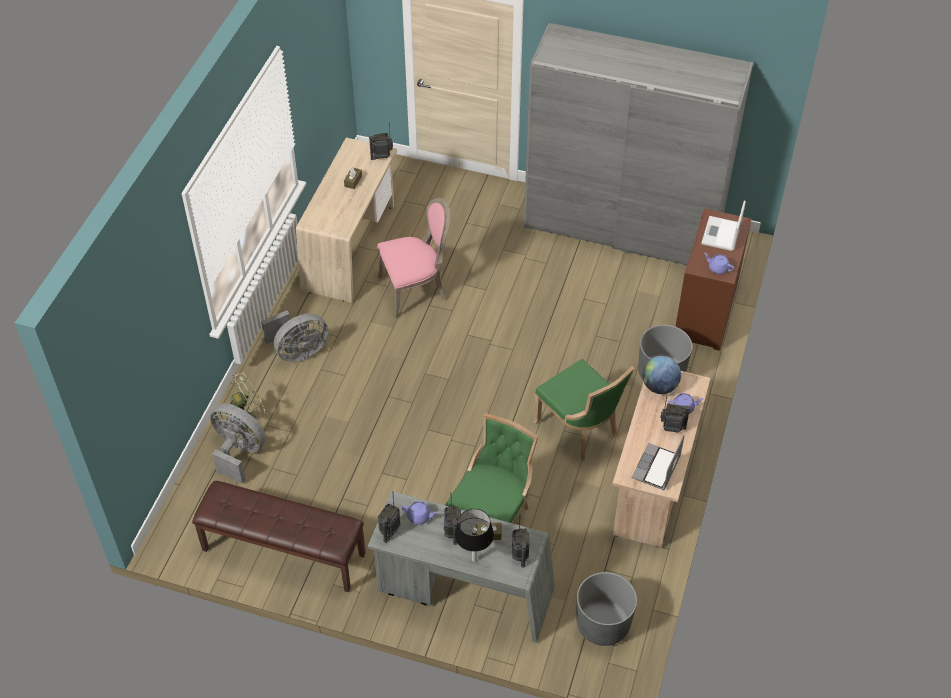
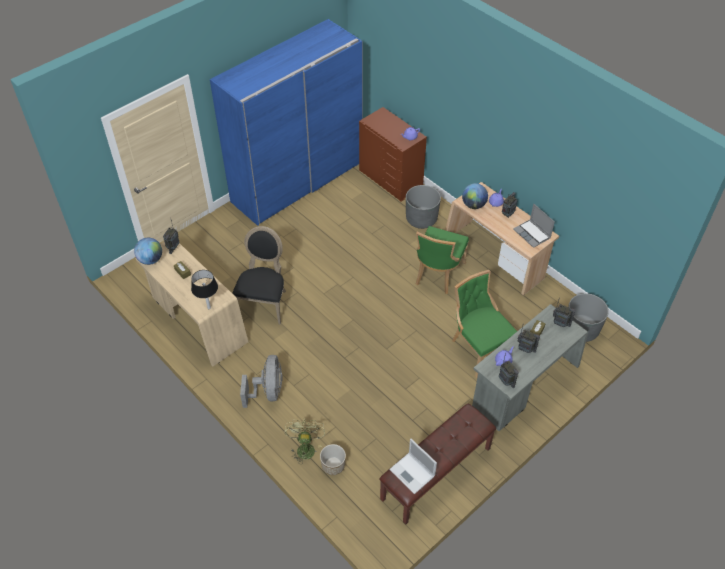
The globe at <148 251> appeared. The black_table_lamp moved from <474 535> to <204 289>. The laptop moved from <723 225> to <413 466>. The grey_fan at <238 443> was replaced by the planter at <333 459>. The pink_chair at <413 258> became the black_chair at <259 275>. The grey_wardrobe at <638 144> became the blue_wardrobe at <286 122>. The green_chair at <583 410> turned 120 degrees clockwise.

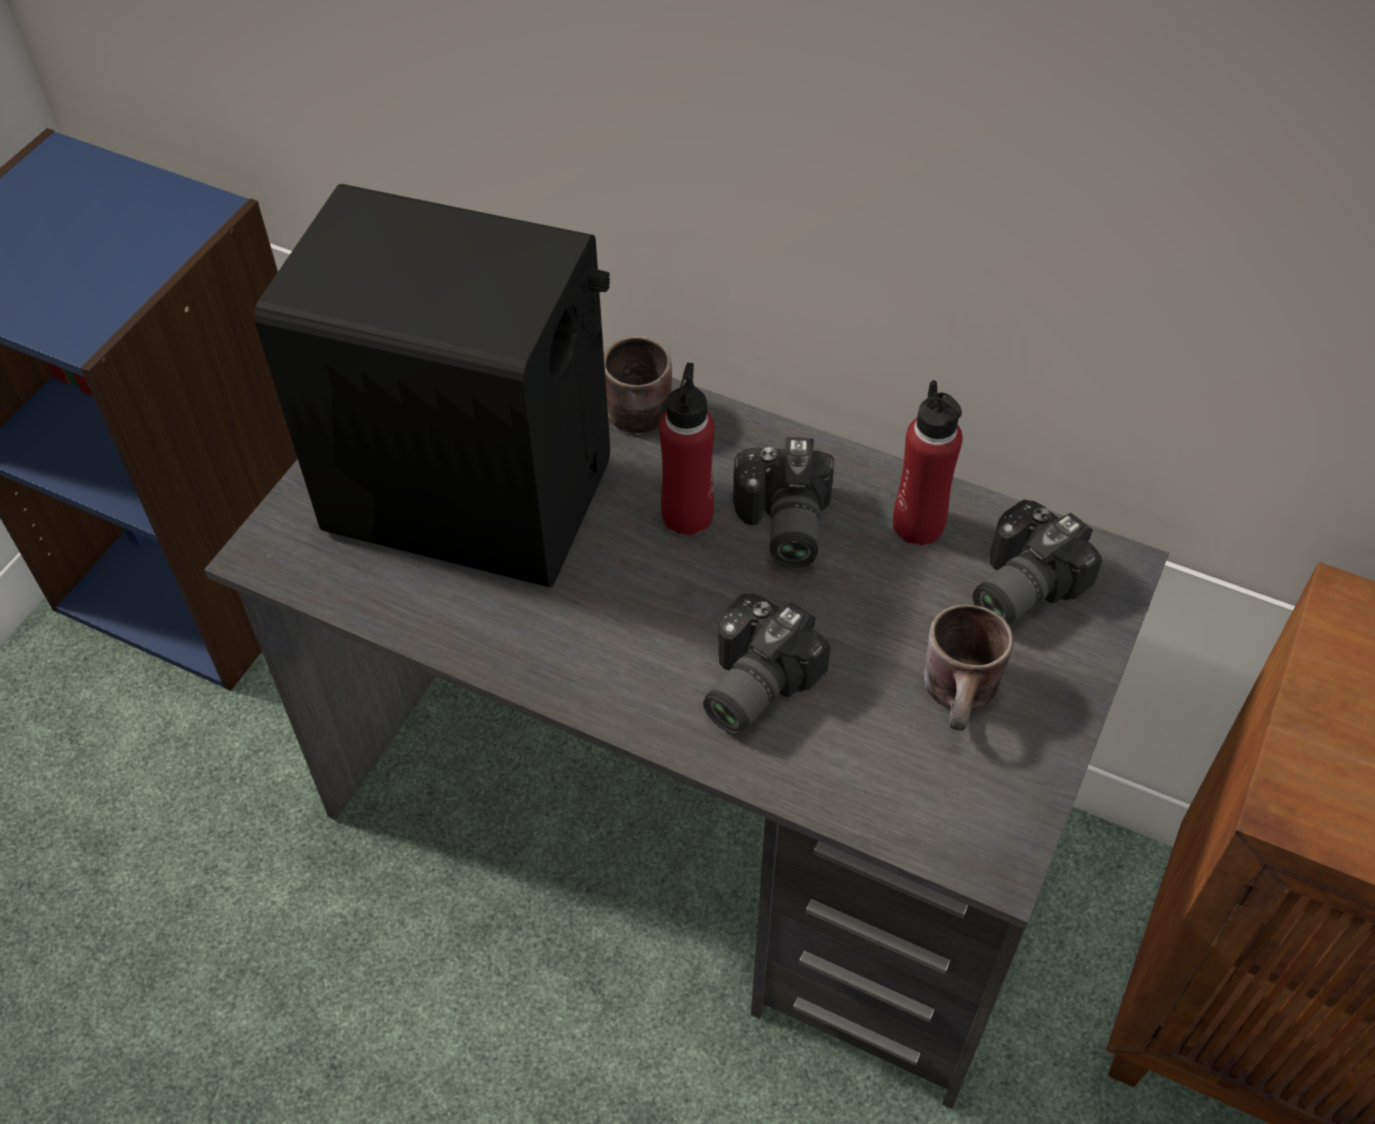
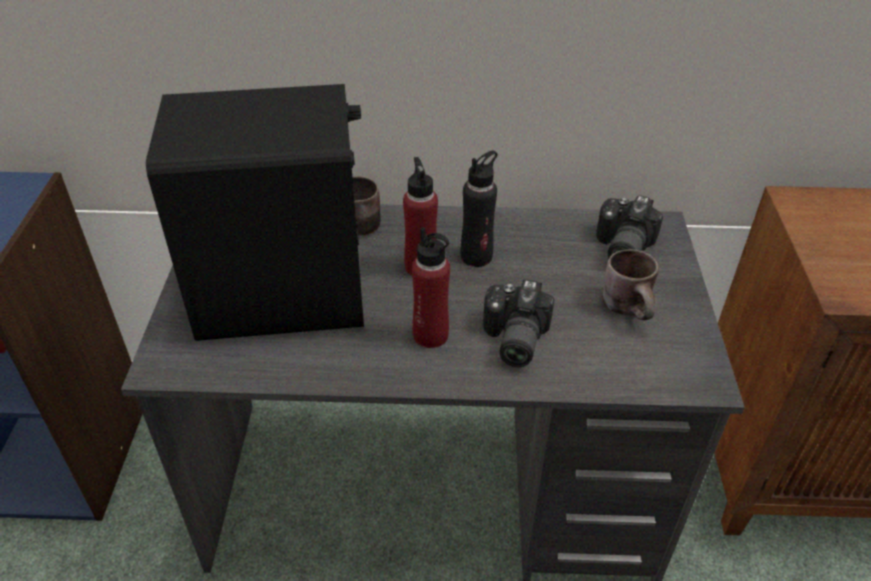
The red_bottle moved from <928 462> to <431 287>. The photo_camera at <783 502> was replaced by the black_bottle at <479 209>.

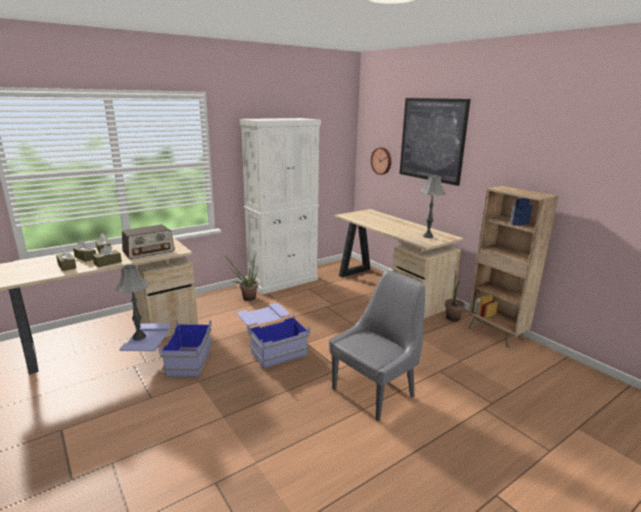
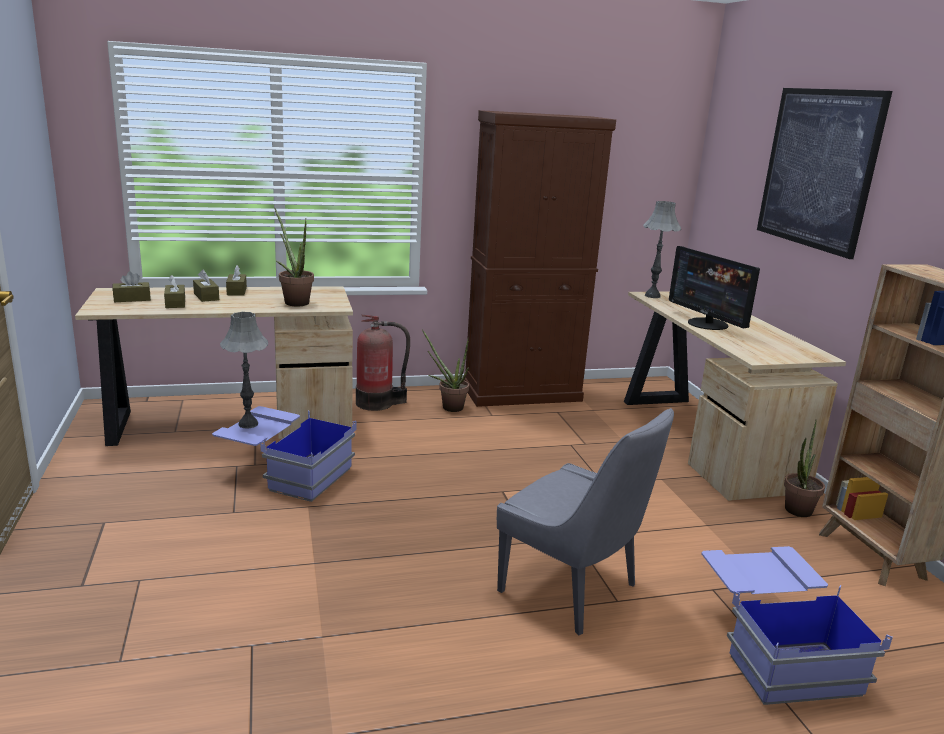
The wall_clock at <381 161> disappeared. The fire_extinguisher at <383 363> appeared. The monitor at <714 288> appeared. The brown_tissue_box moved from <107 256> to <132 286>. The blue_storage_box moved from <273 336> to <797 625>. The grey_table_lamp moved from <433 207> to <662 249>. The radio at <148 241> was replaced by the potted_plant at <294 257>. The white_cabinet at <280 206> became the brown_cabinet at <540 258>. The grey_chair at <377 346> turned 60 degrees clockwise.

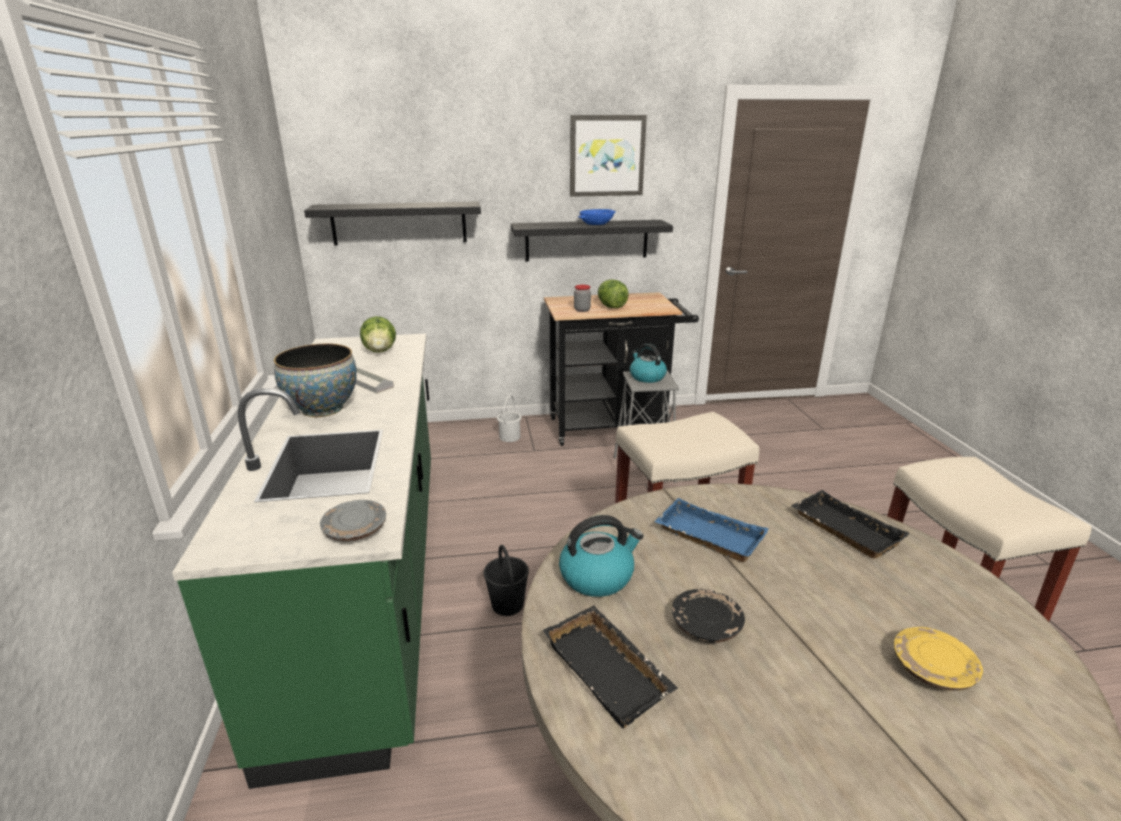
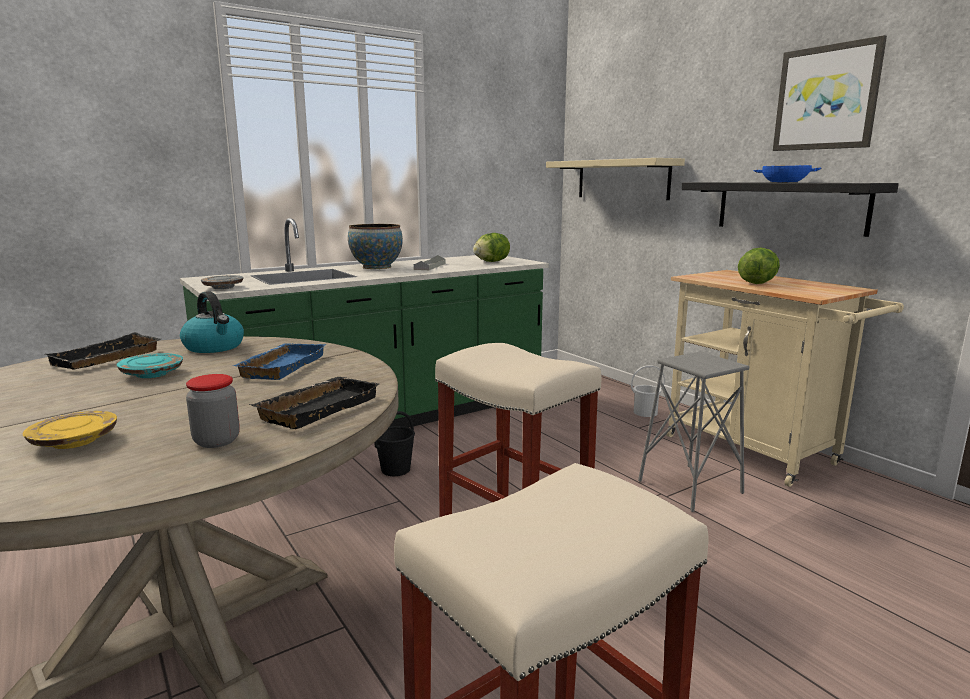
The kettle at <648 363> disappeared. The jar moved from <582 298> to <213 411>. The black_shelf at <392 224> became the beige_shelf at <615 179>. The black_cart at <621 369> became the beige_cart at <785 378>. The black_plate at <708 616> became the turquoise_plate at <150 365>.

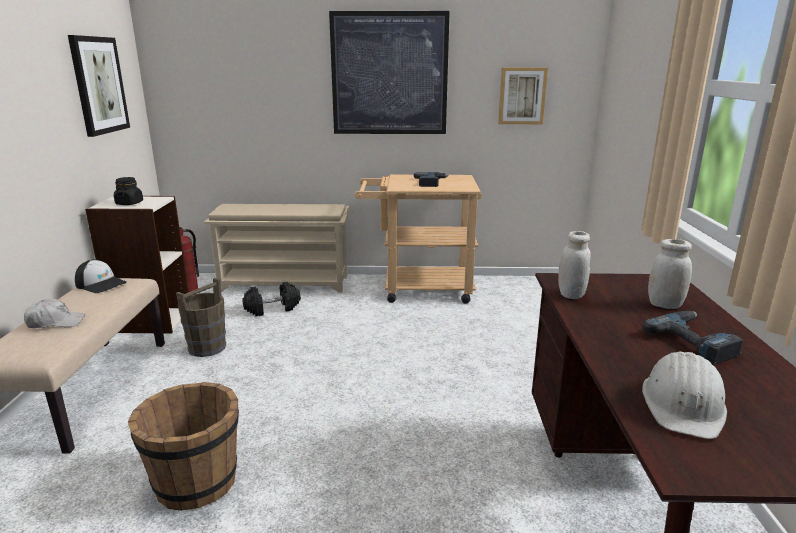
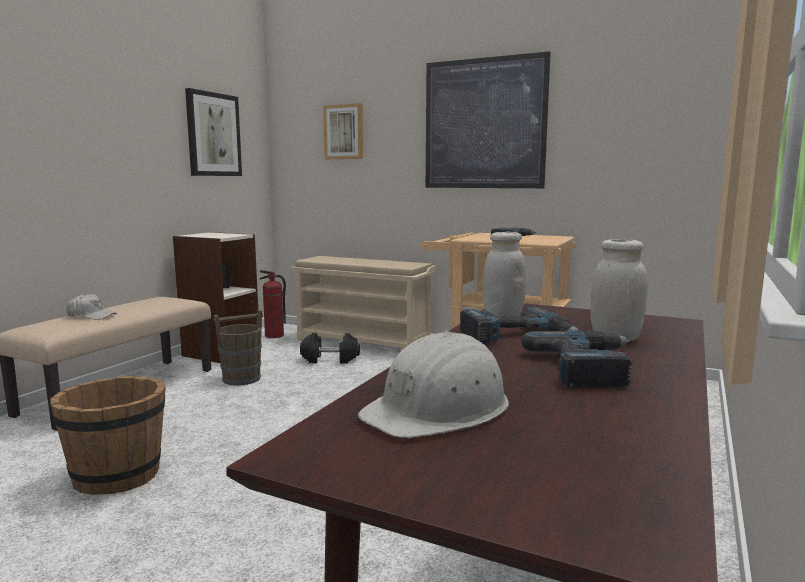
The cap at <101 276> disappeared. The black_jar at <128 191> disappeared. The power_drill at <519 325> appeared. The picture moved from <523 96> to <343 131>.

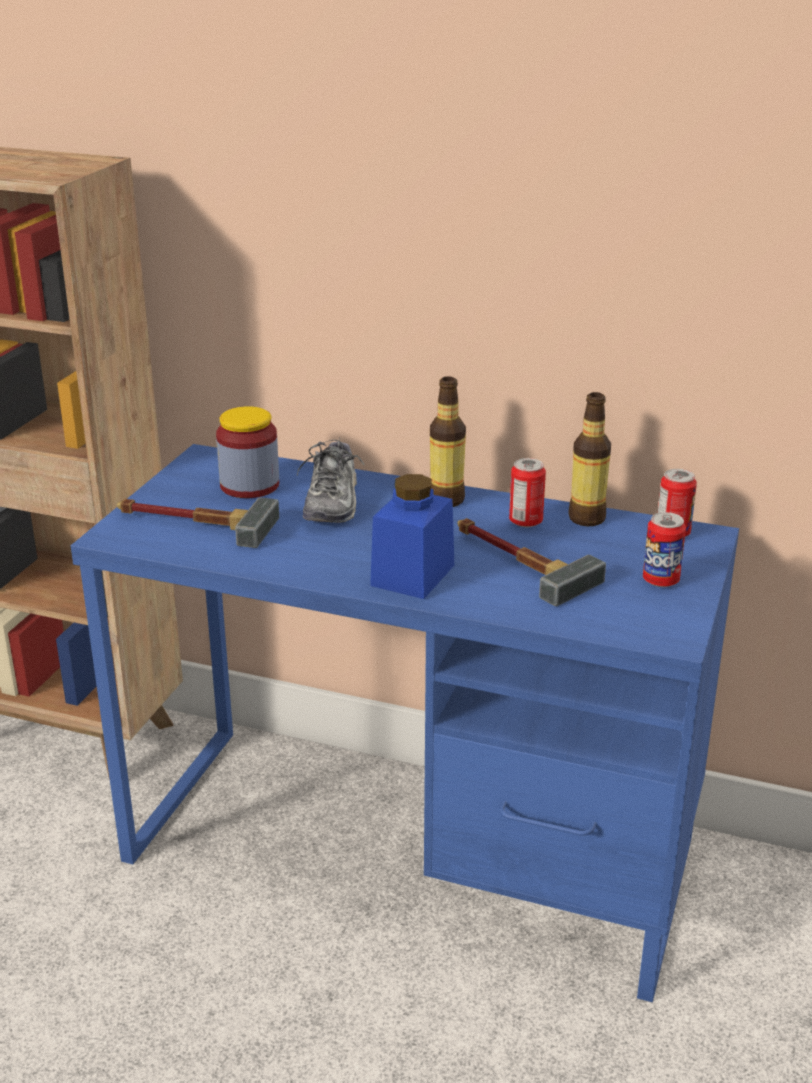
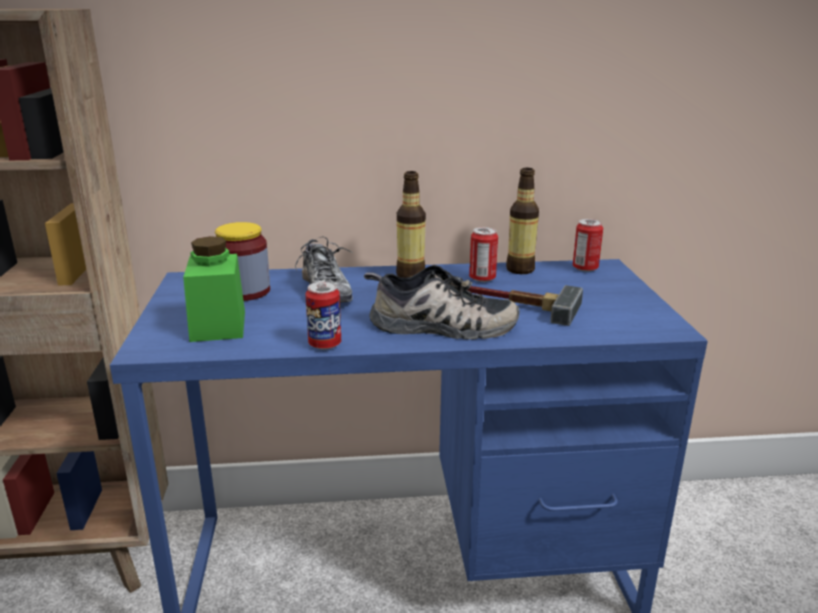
The can moved from <664 549> to <323 316>. The hammer at <198 522> was replaced by the green_jar at <214 289>. The blue_jar at <412 536> was replaced by the shoe at <442 302>.

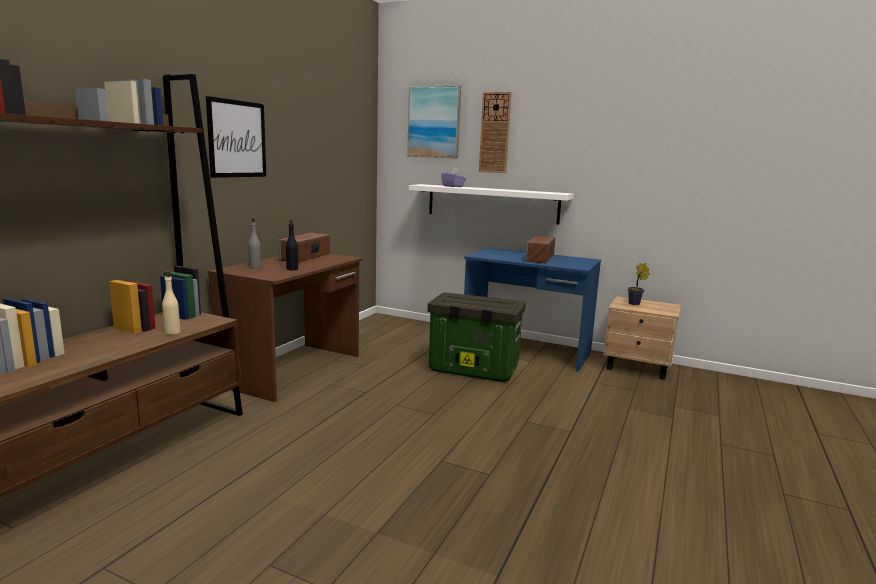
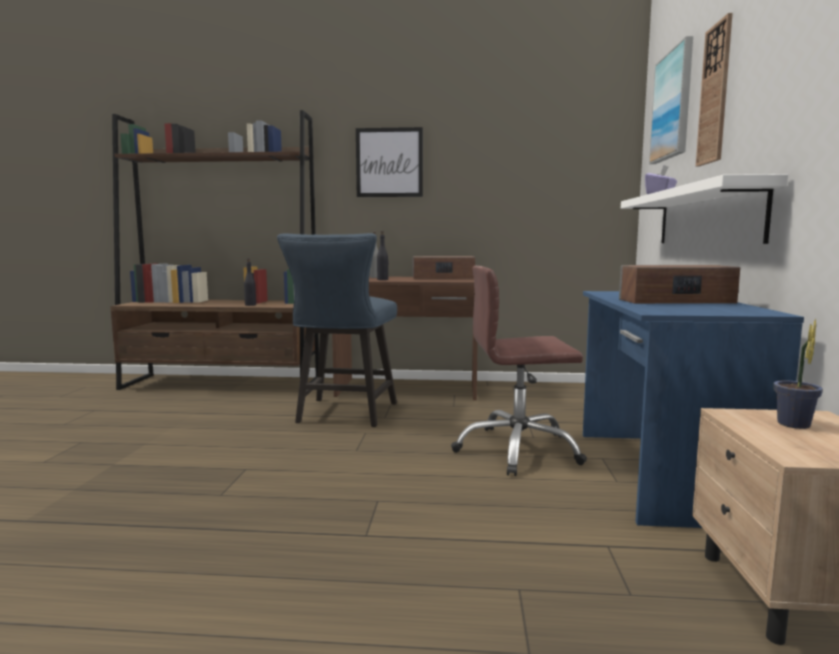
The blue_chair at <337 330> appeared. The storage_box at <477 337> was replaced by the brown_office_chair at <519 371>. The beige_bottle at <171 303> became the black_bottle at <250 282>.

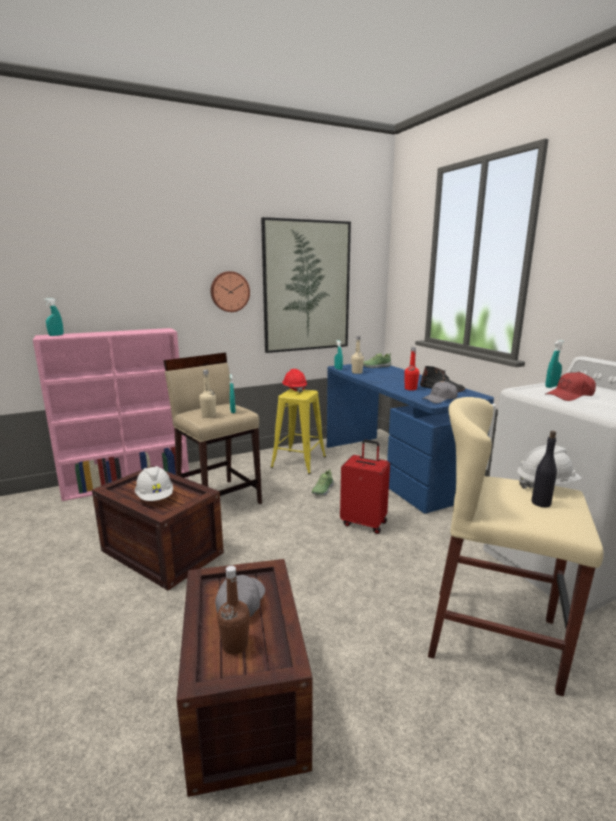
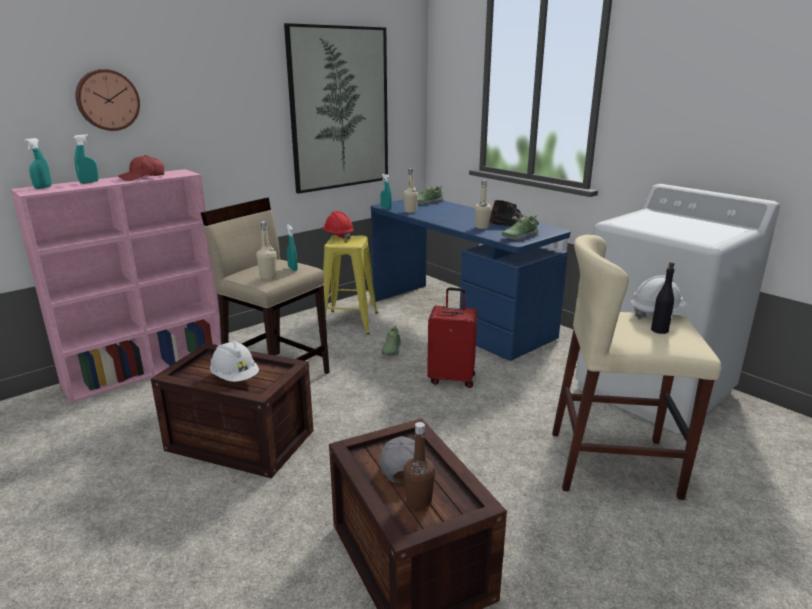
The wall_clock moved from <230 291> to <108 100>. The red_cap moved from <570 386> to <141 168>. The turquoise_spray_bottle moved from <555 364> to <86 159>. The grey_cap at <440 392> was replaced by the shoe at <520 227>. The red_bottle at <411 369> became the beige_bottle at <483 204>.

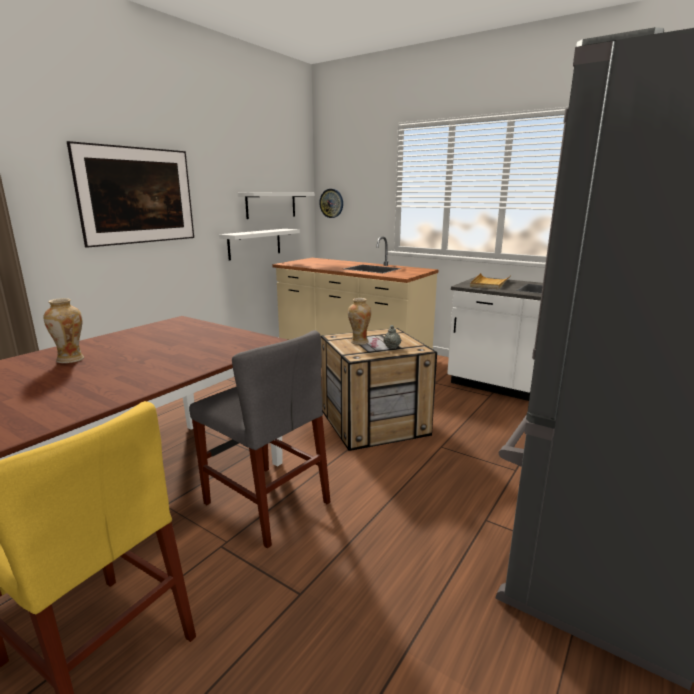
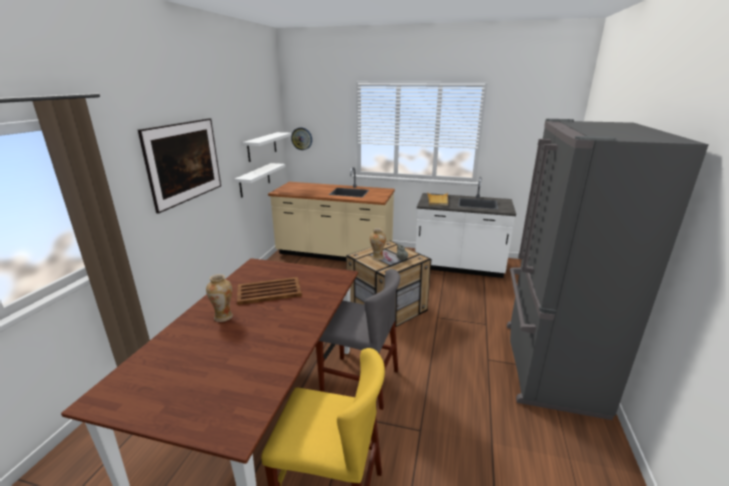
The brown_tray at <269 291> appeared.

